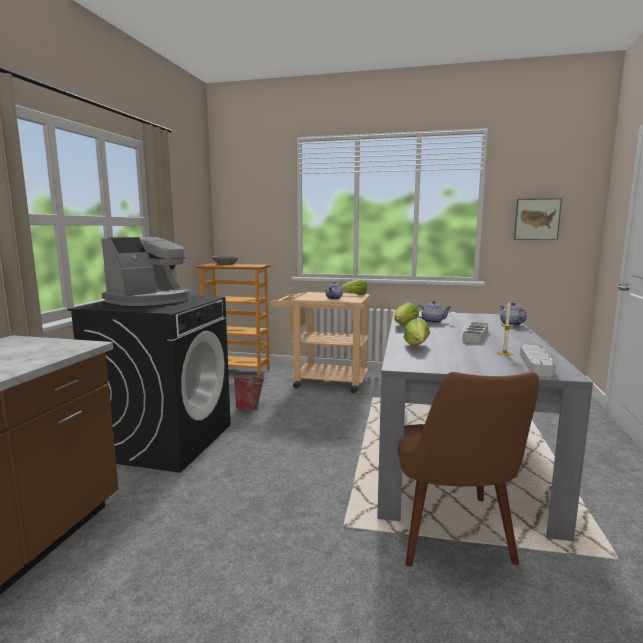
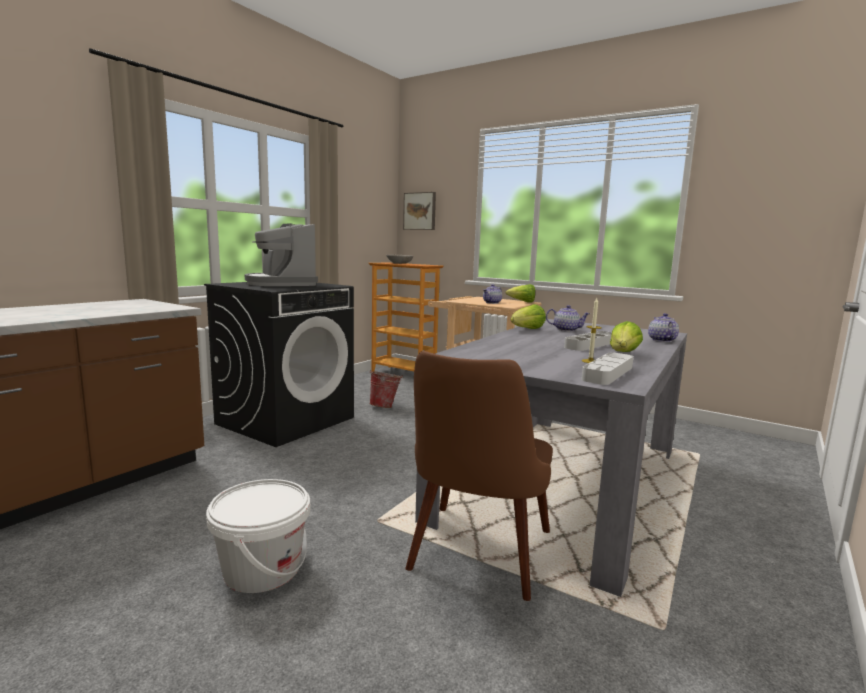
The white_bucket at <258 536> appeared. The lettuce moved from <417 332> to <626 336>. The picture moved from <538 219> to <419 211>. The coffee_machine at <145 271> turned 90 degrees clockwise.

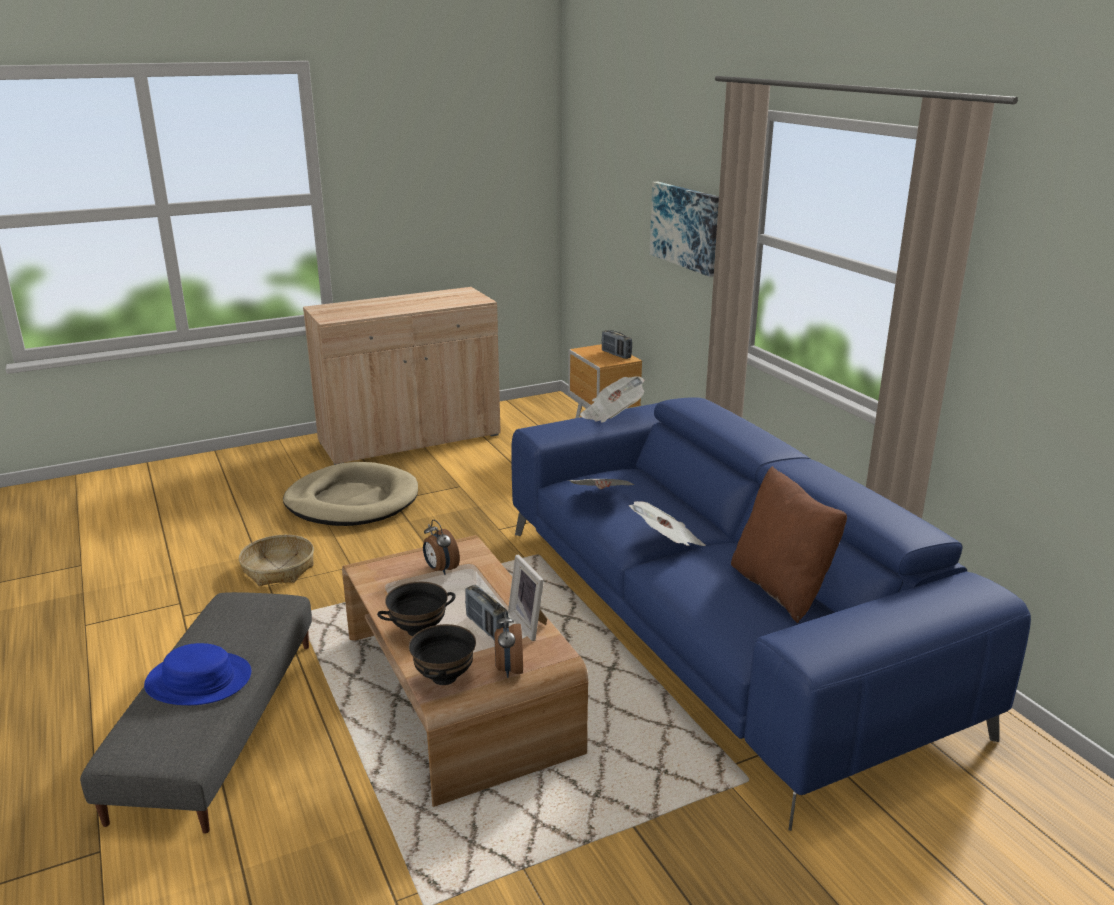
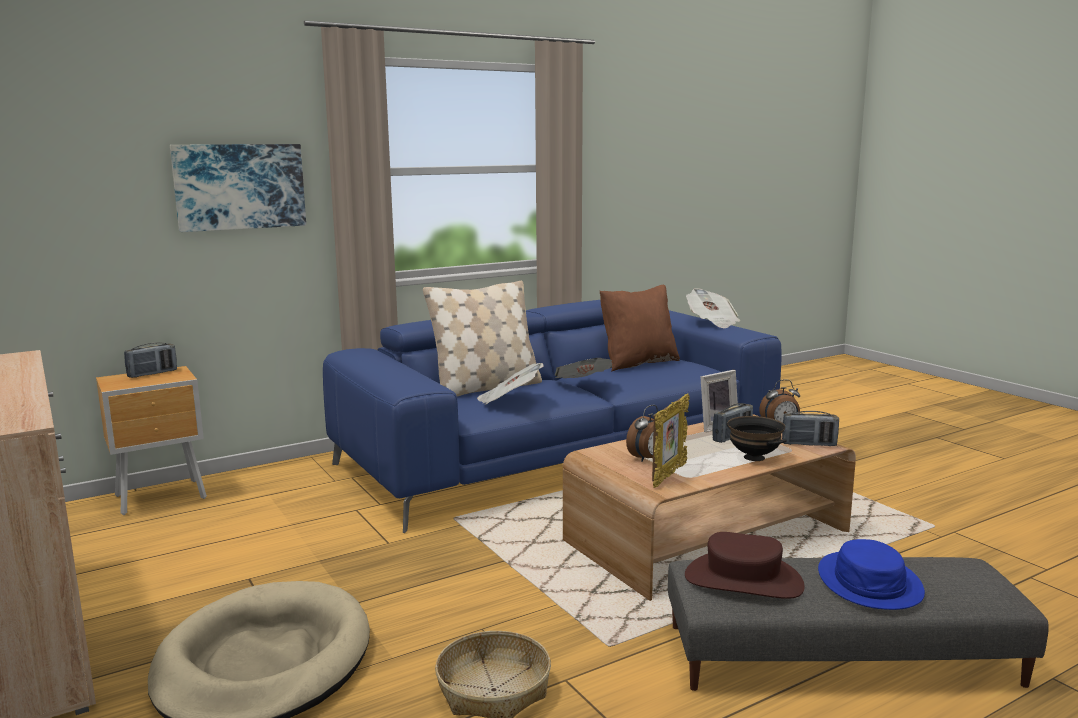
The beige_pillow at <482 338> appeared. The picture_frame at <671 440> appeared. The brown_hat at <745 565> appeared. The newspaper moved from <612 399> to <713 308>. The black_bowl at <442 654> was replaced by the radio at <810 428>.

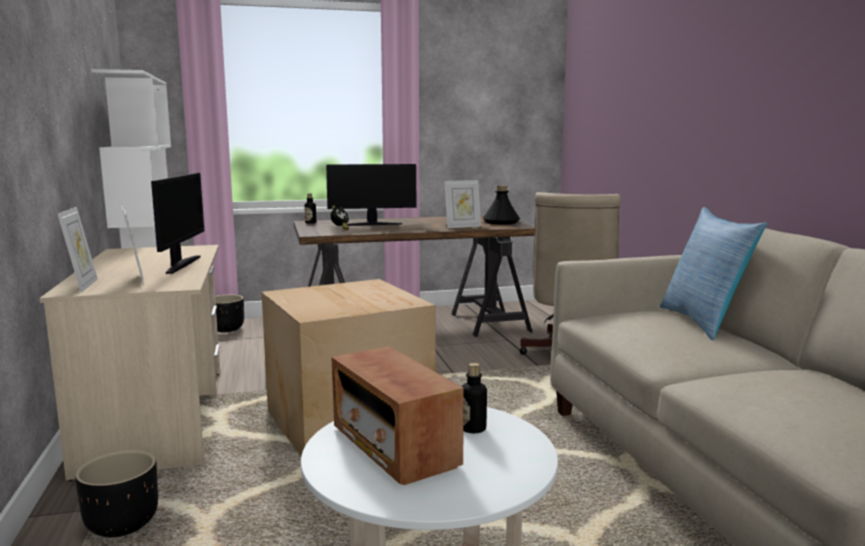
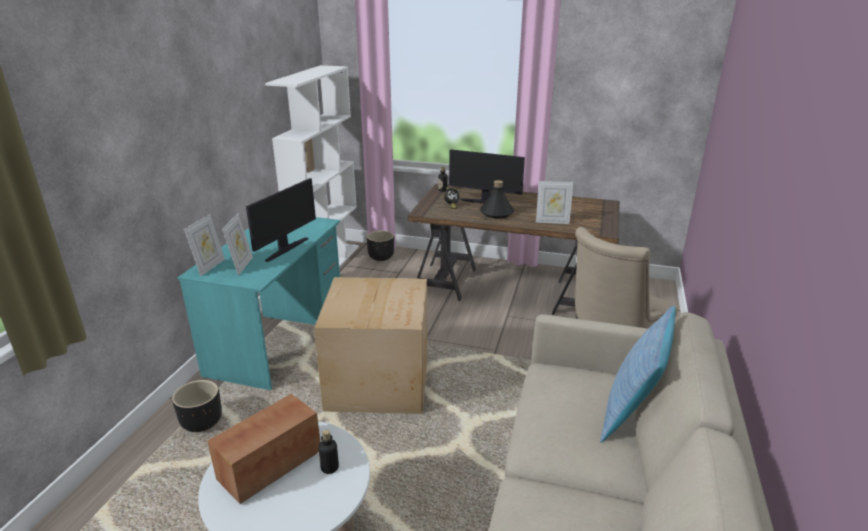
The black_bottle moved from <501 205> to <497 199>. The beige_desk at <129 363> became the turquoise_desk at <258 303>. The radio at <397 415> turned 45 degrees clockwise.

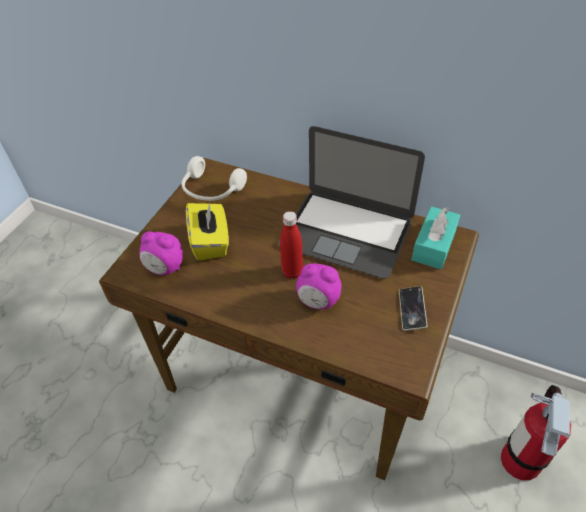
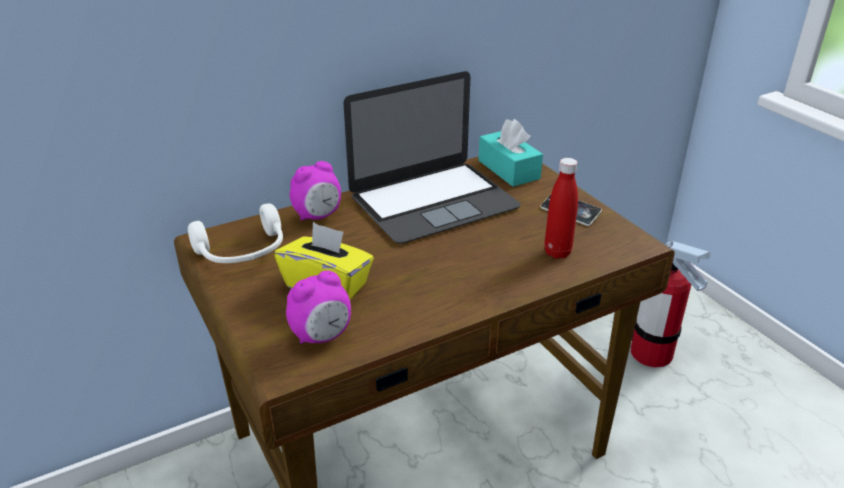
The red_bottle moved from <291 245> to <561 208>. The alarm_clock moved from <318 286> to <315 191>.

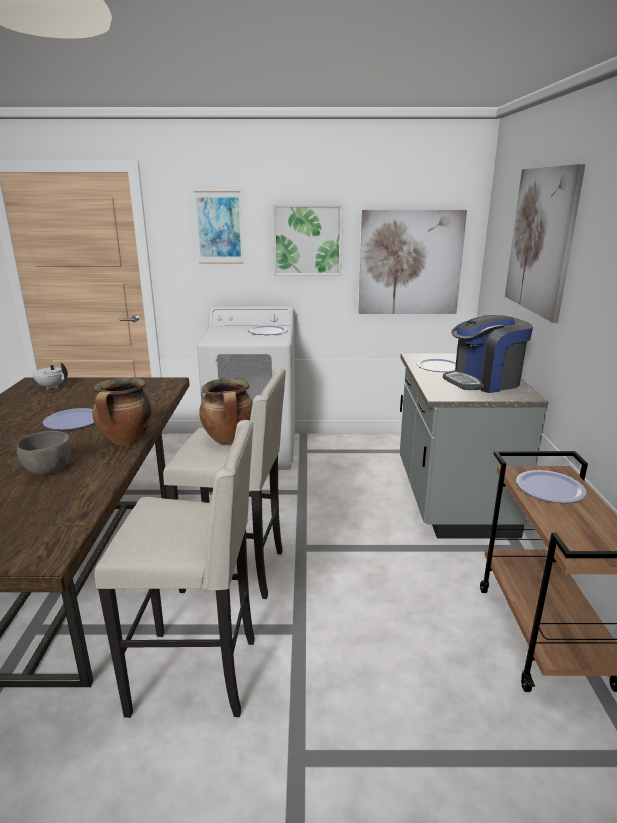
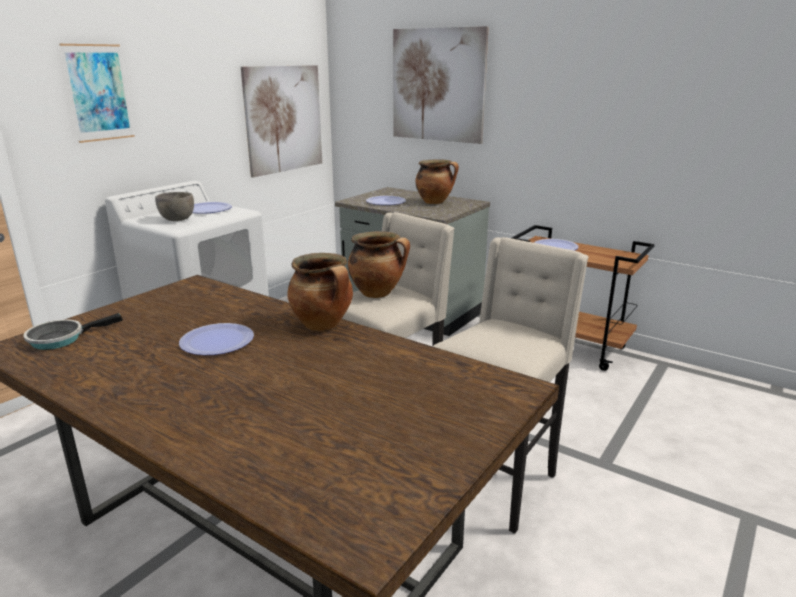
The picture at <307 240> disappeared. The grey_bowl moved from <44 453> to <174 206>. The white_teapot at <48 375> was replaced by the frying_pan at <73 331>. The coffee_machine at <488 354> was replaced by the cooking_pot at <437 182>.

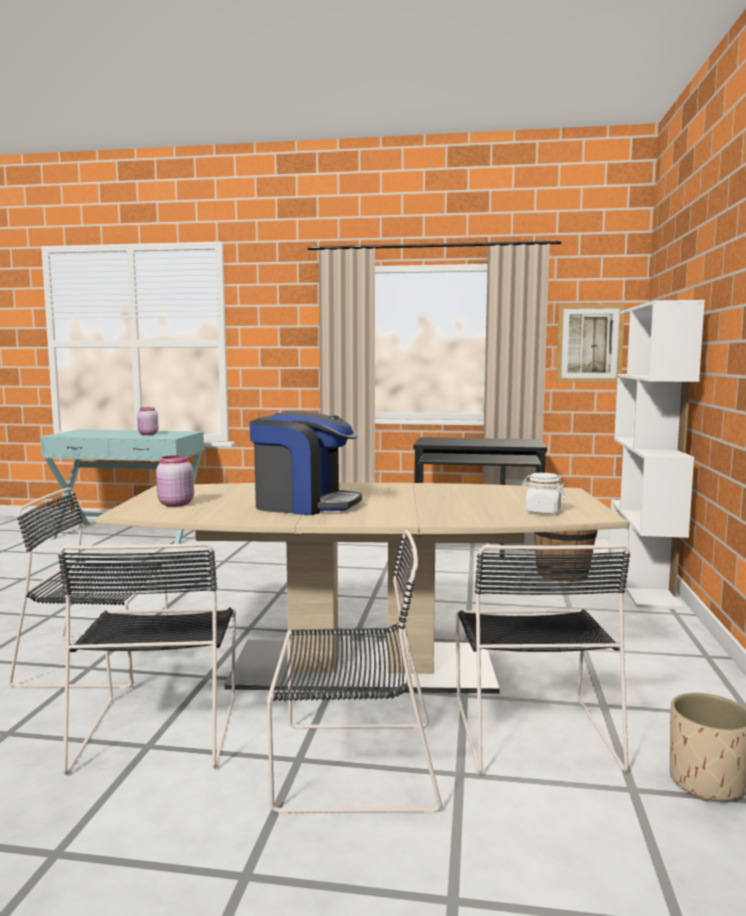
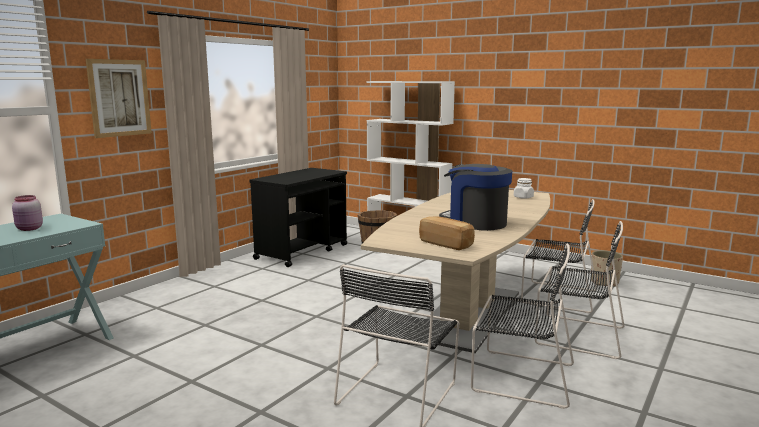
The picture moved from <590 343> to <119 98>. The pink_jar at <175 481> was replaced by the bread at <447 233>. The coffee_machine at <305 463> turned 90 degrees counterclockwise. The black_chair at <354 672> turned 90 degrees clockwise.

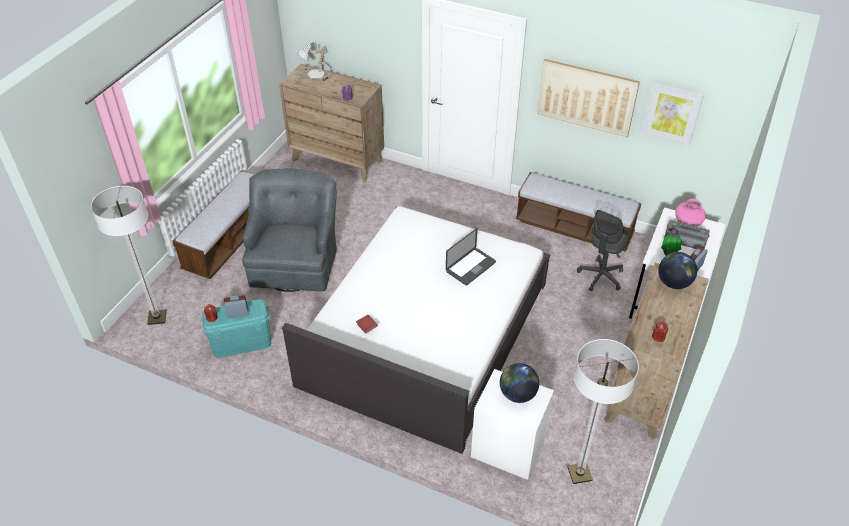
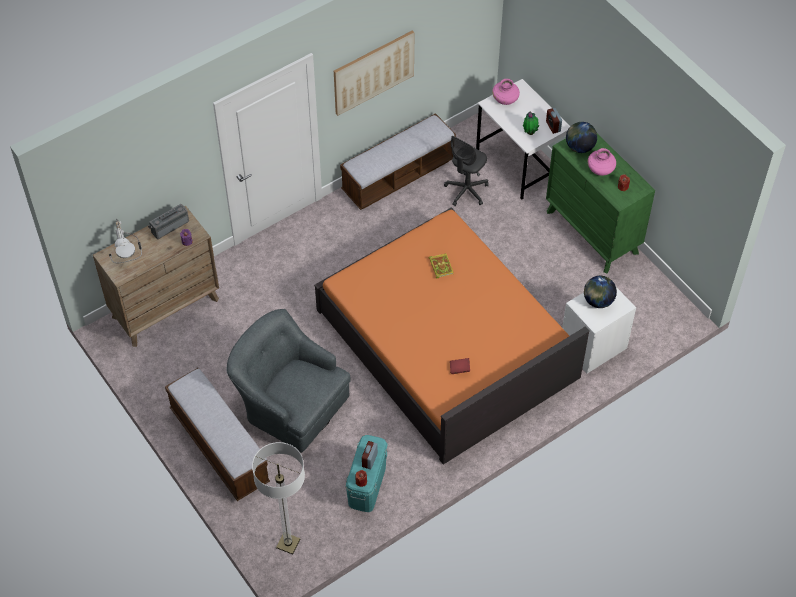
The floor_lamp at <603 411> disappeared. The picture at <673 114> disappeared. The pink_vase at <602 162> appeared. The radio moved from <687 234> to <168 221>. The laptop at <471 256> was replaced by the book at <441 266>. The white_bed at <416 330> became the orange_bed at <452 336>. The brown_dresser at <656 351> became the green_dresser at <600 204>. The grey_office_chair at <602 251> turned 60 degrees clockwise.

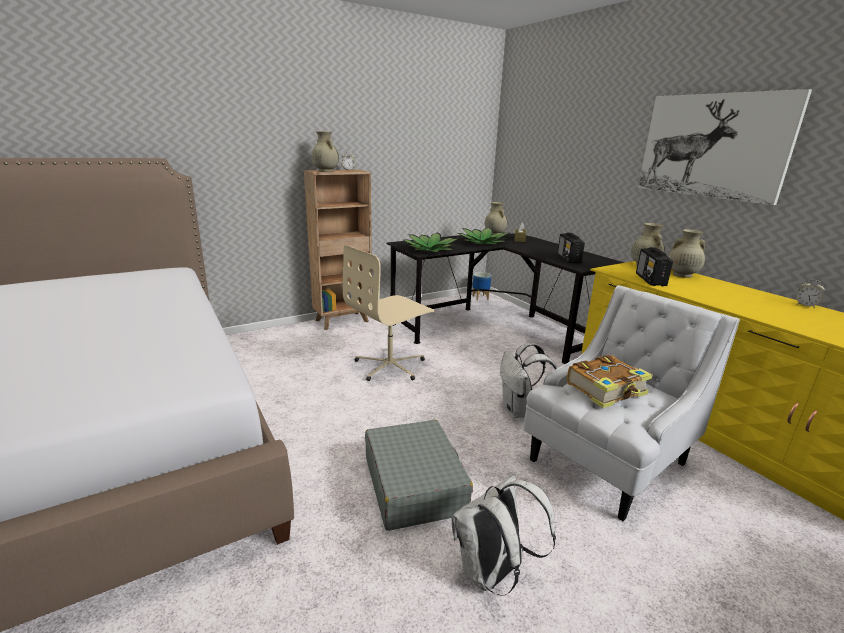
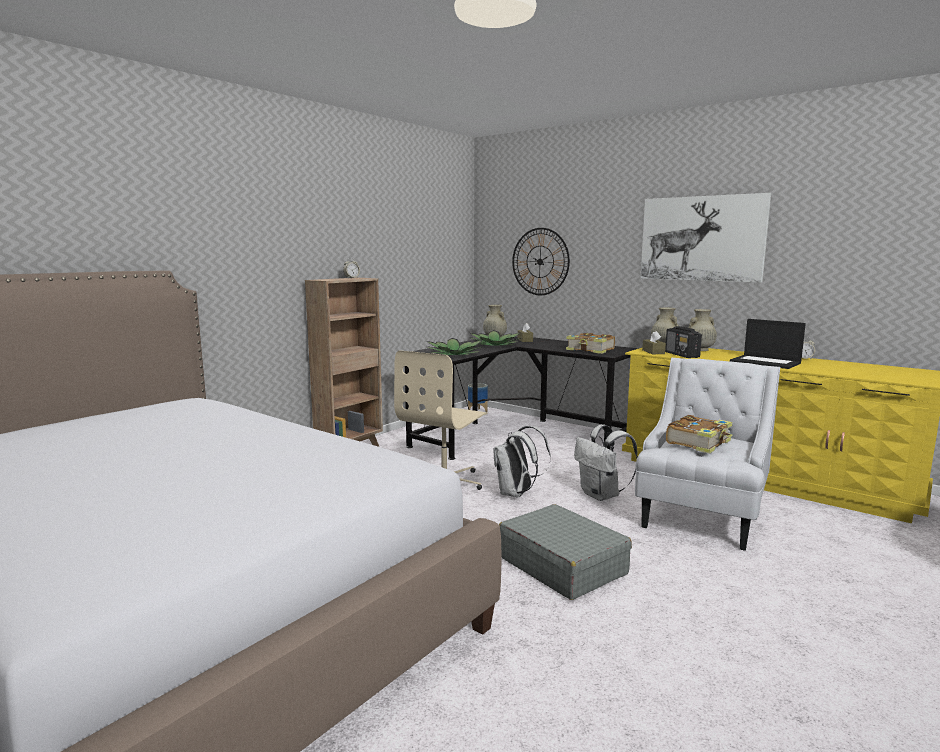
The beige_vase at <325 151> disappeared. The wall_clock at <541 261> appeared. The brown_tissue_box at <654 342> appeared. The laptop at <768 344> appeared. The white_backpack moved from <504 535> to <522 462>. The radio at <571 248> was replaced by the book at <590 343>.

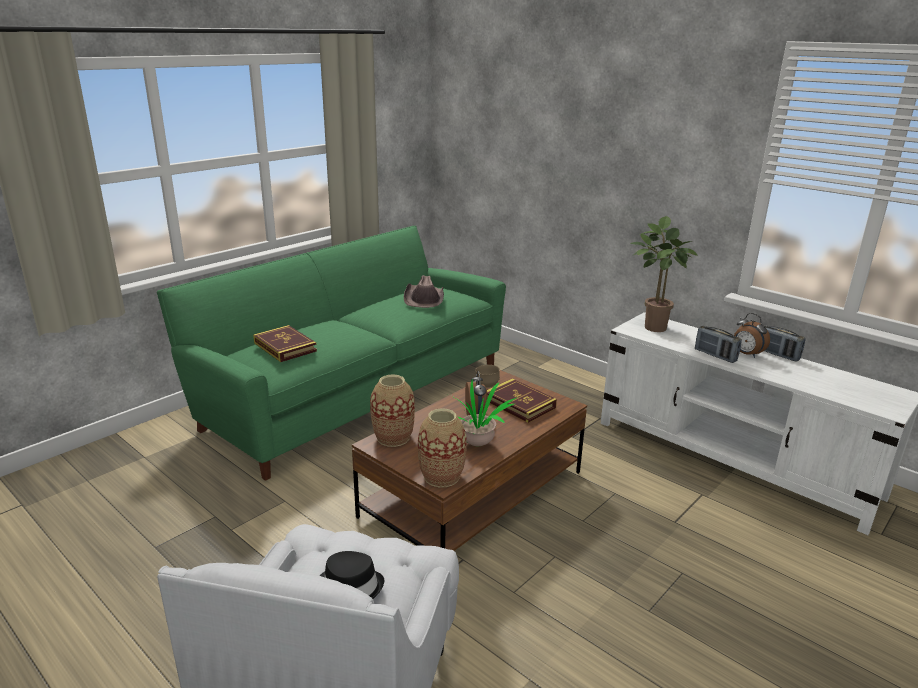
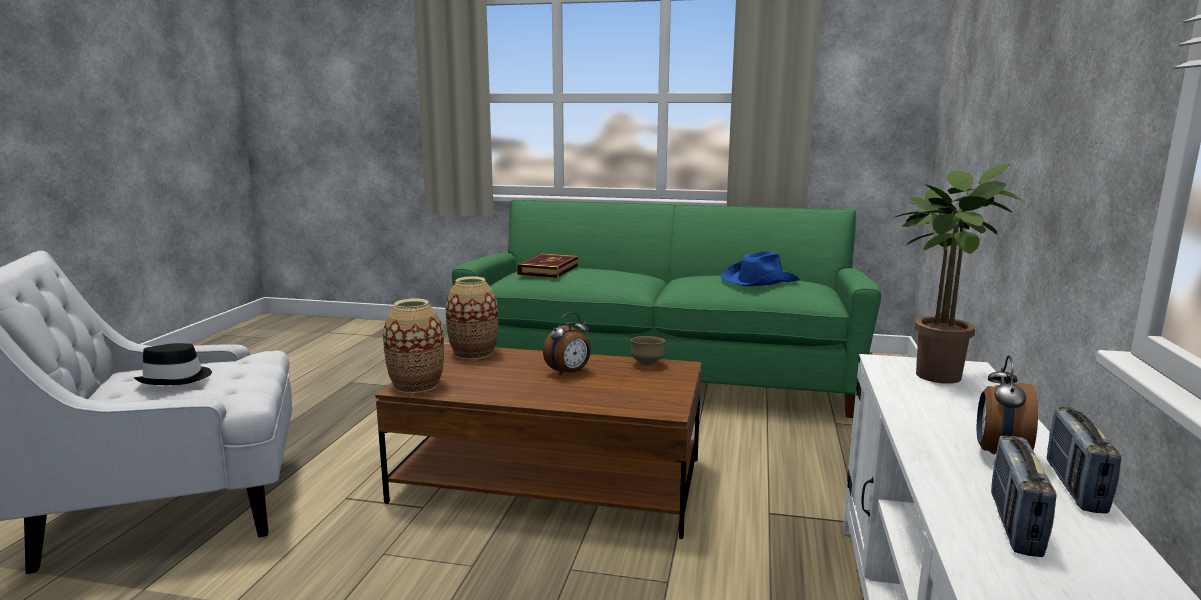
The potted_plant at <483 413> disappeared. The book at <522 401> disappeared. The radio moved from <718 344> to <1024 496>. The brown_hat at <424 291> became the blue_hat at <760 268>.

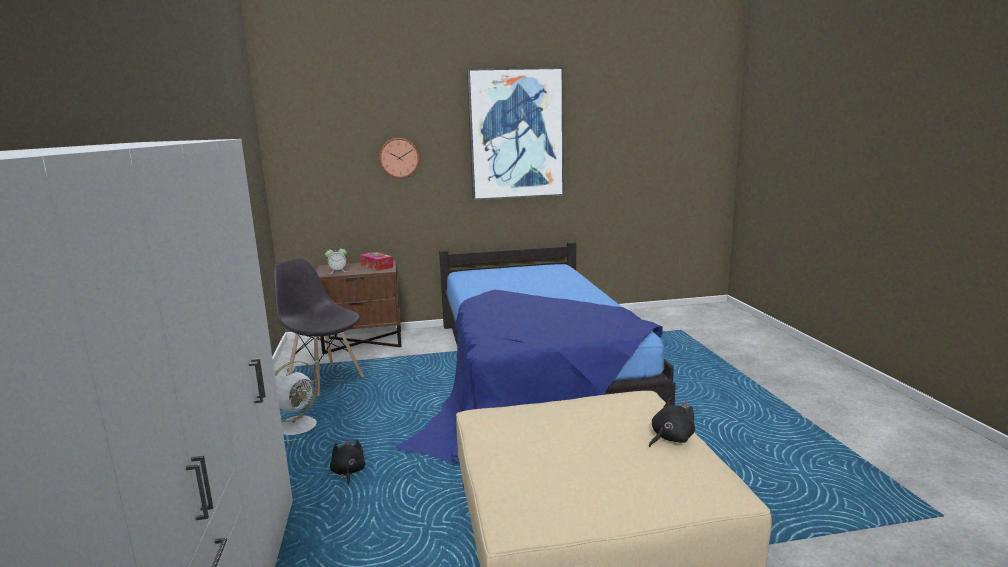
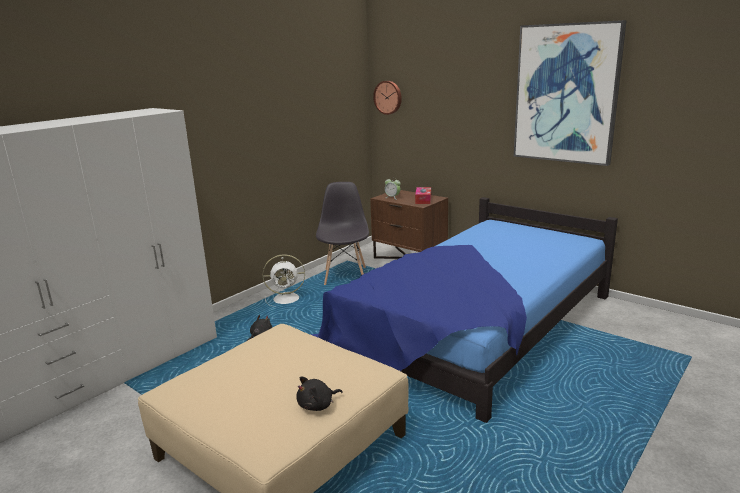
The wall_clock moved from <399 158> to <387 98>. The black_plush_toy at <672 422> turned 135 degrees clockwise.

